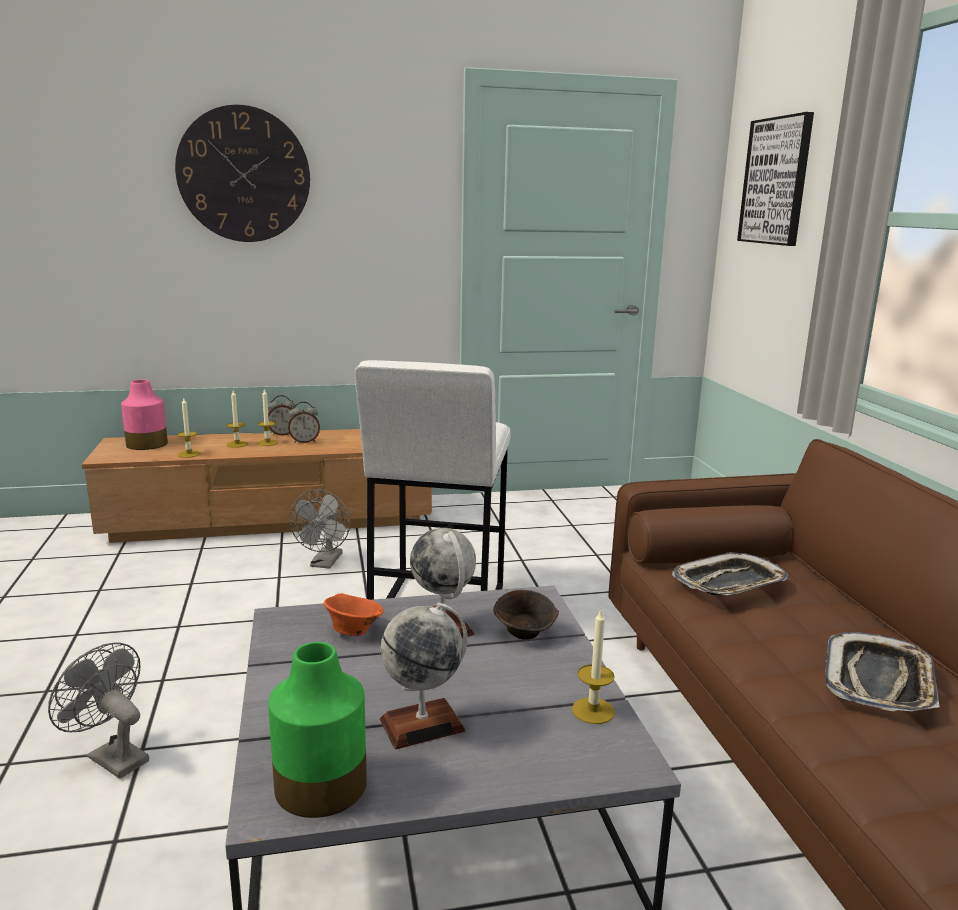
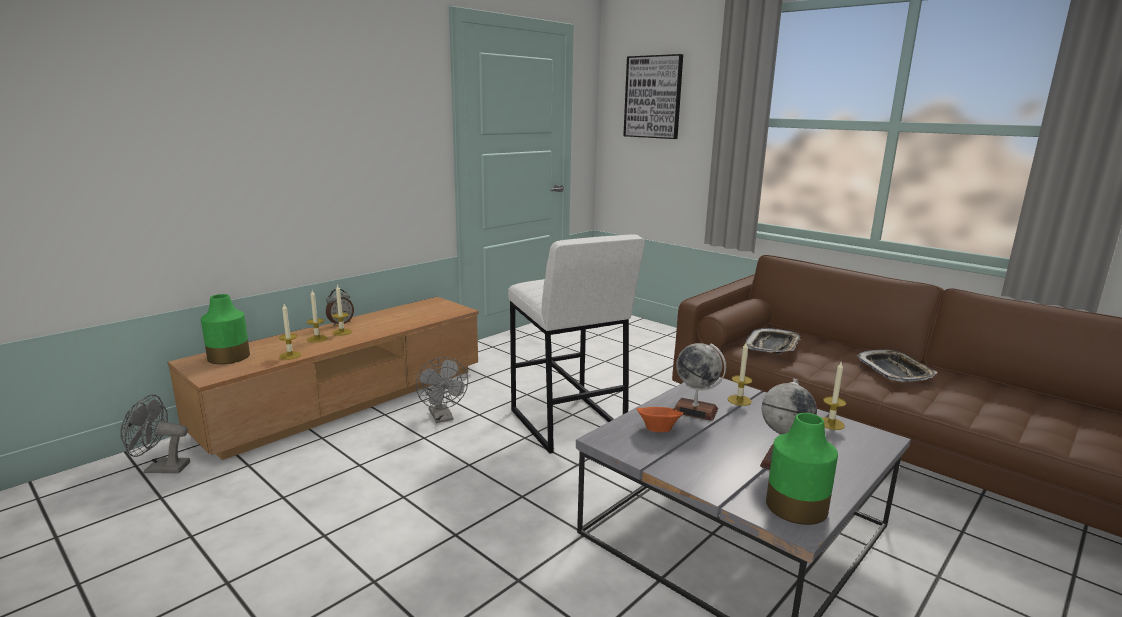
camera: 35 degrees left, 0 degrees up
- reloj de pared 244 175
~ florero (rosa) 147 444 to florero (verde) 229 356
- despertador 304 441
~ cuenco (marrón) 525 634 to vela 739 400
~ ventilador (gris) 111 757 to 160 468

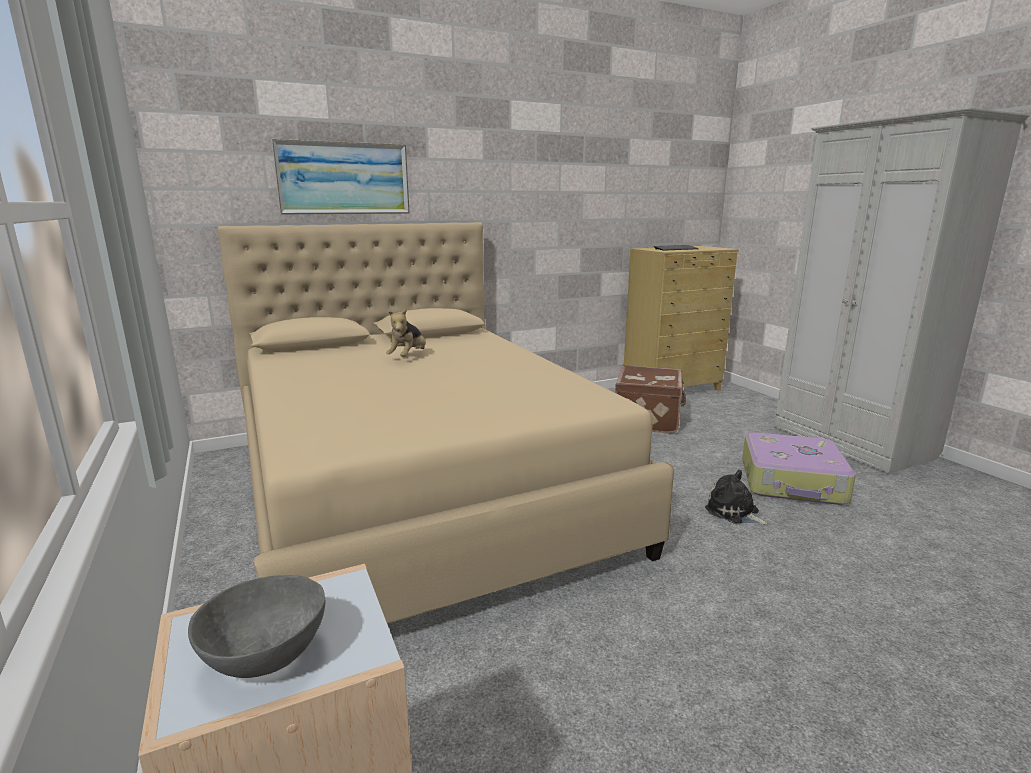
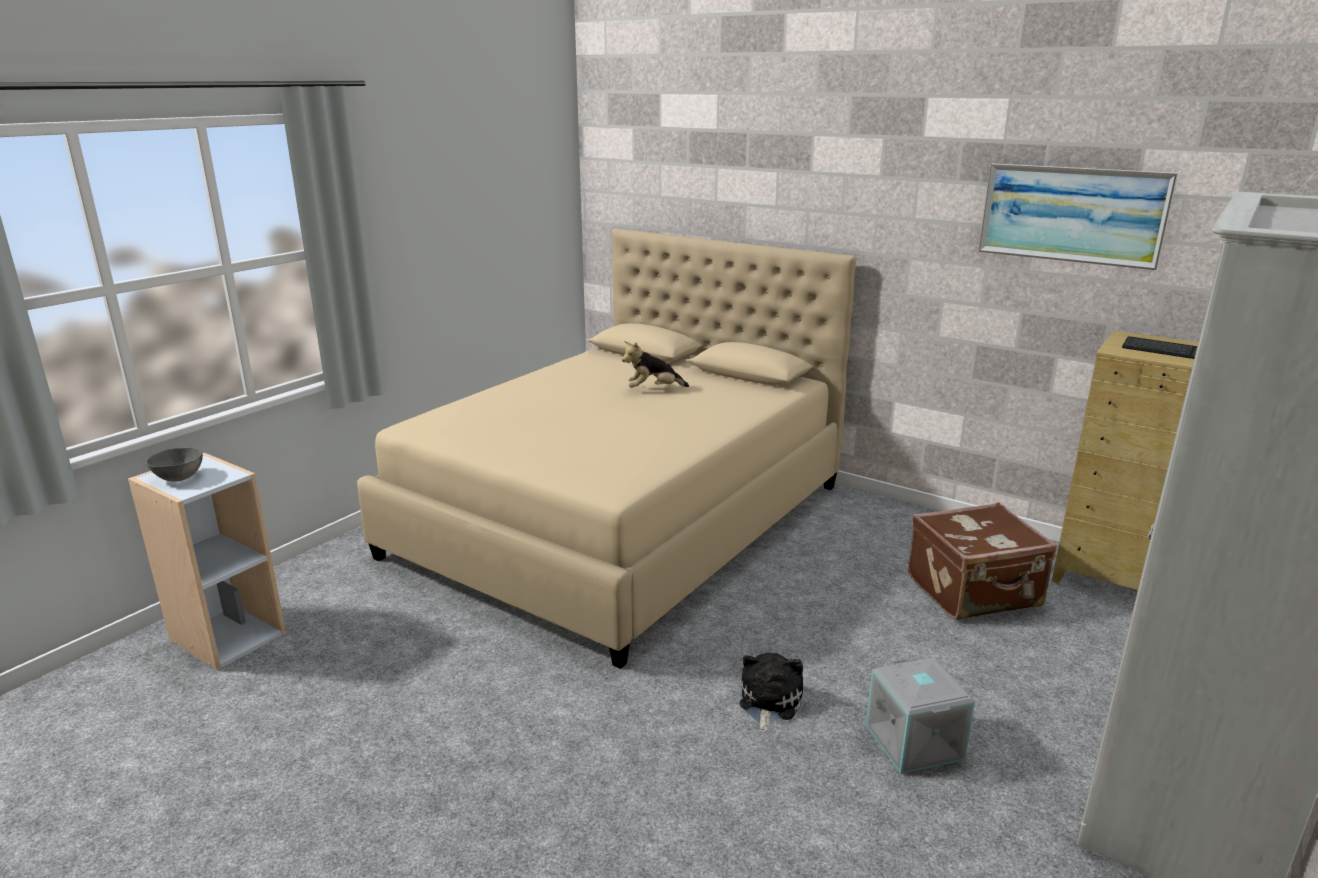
camera: 60 degrees right, 5 degrees up
~ cuadro 344 178 to 1072 214
~ maleta 792 482 to caja de almacenaje (gris) 916 742

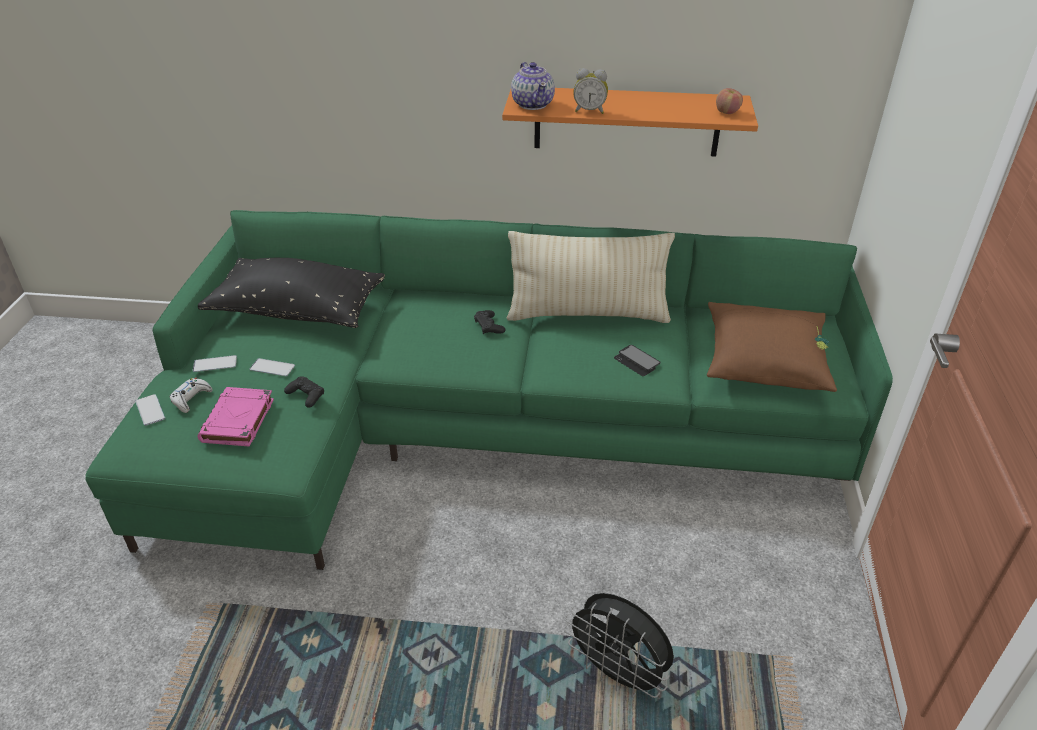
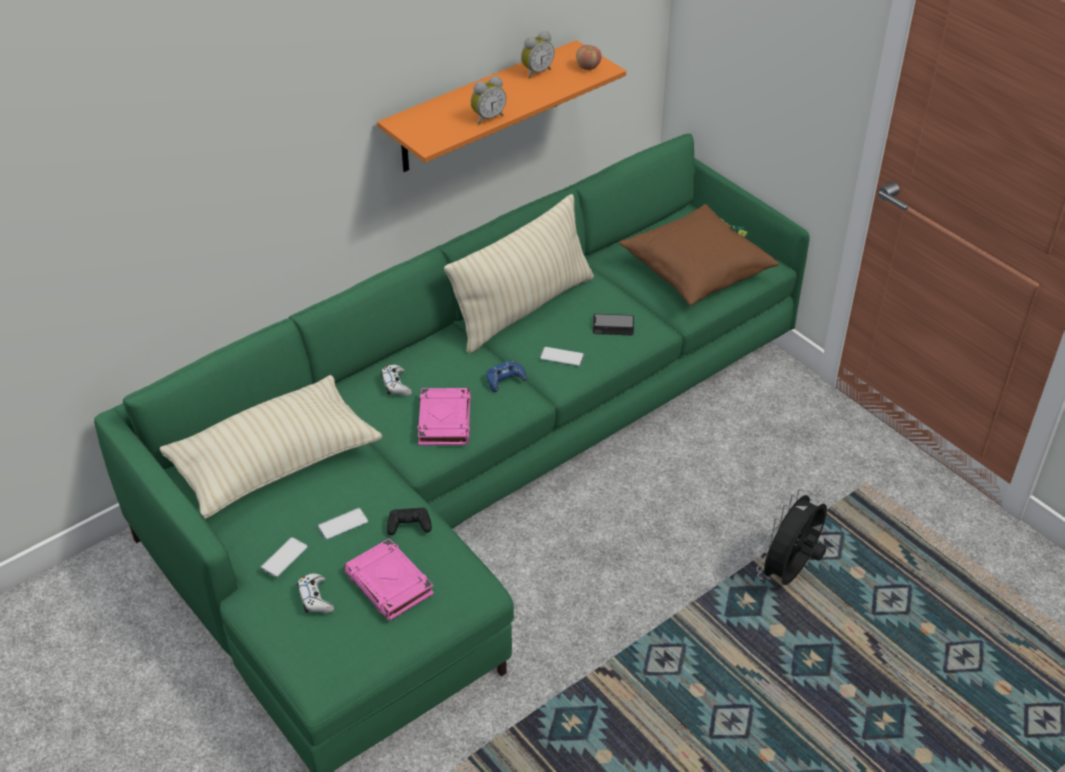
camera: 45 degrees left, 5 degrees up
- tetera 533 104
~ cojín (negro) 298 311 to cojín (beis) 275 463
- mando de consola (negro) 489 326
~ móvil 150 410 to 562 357
~ ventilador (negro) 618 674 = 789 573 135 degrees clockwise
+ despertador 536 72
+ mando de consola (azul) 505 379
+ mando de consola (blanco) 396 385
+ libro (rosa) 444 420

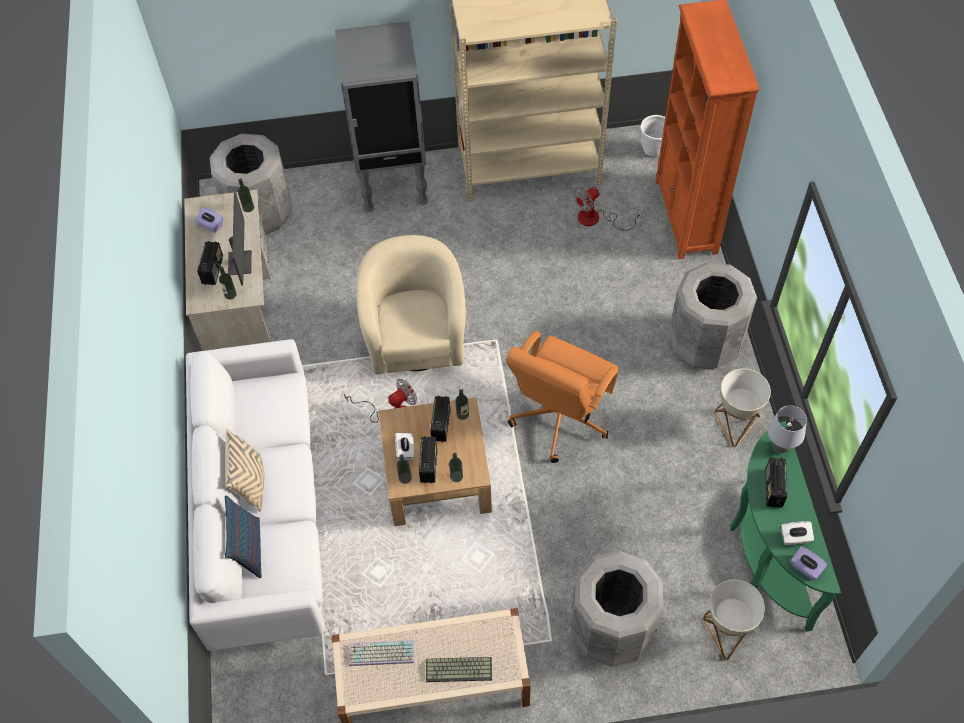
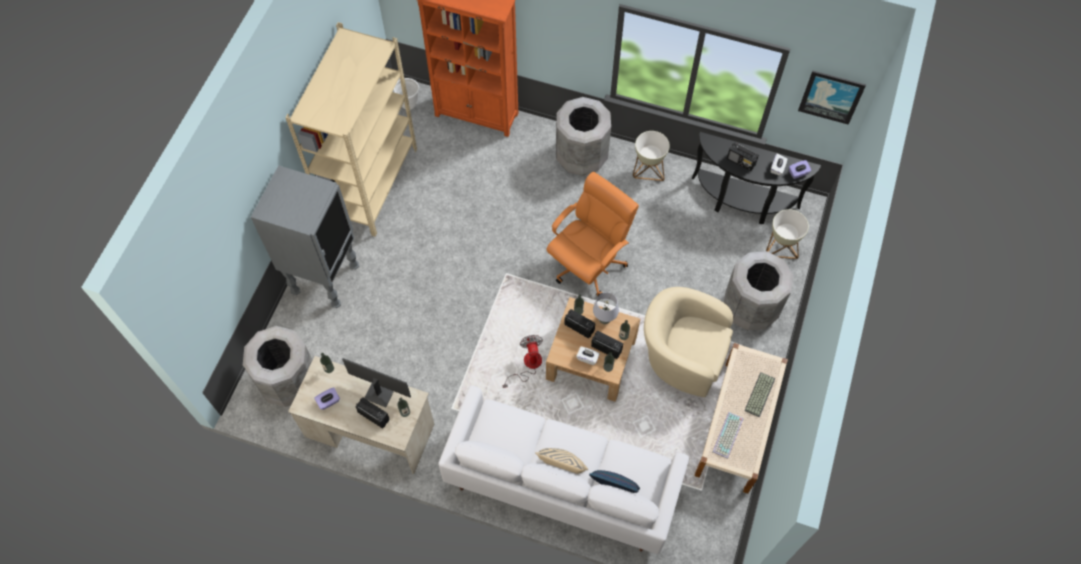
camera: 65 degrees left, 5 degrees up
- ventilador 596 219
~ sillón (beis) 416 337 to 681 357
~ silla de oficina (naranja) 560 417 = 588 264 105 degrees counterclockwise
~ lámpara de mesa (gris) 779 447 to 604 320
~ mesa consola (verde) 765 554 to mesa consola (negro) 742 203
+ cuadro 831 96

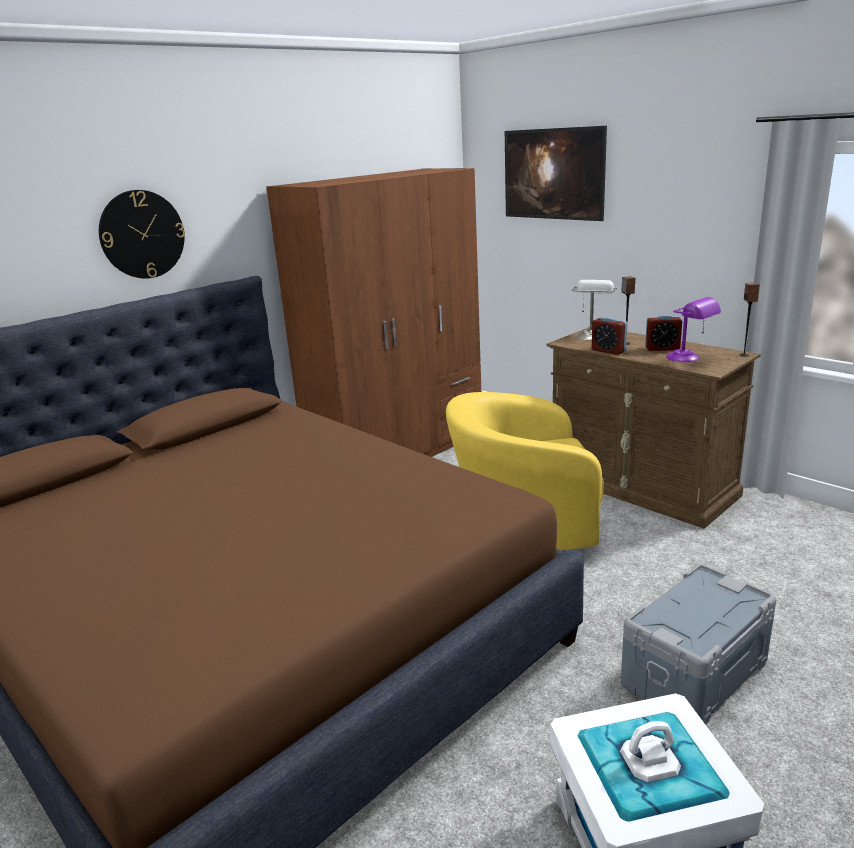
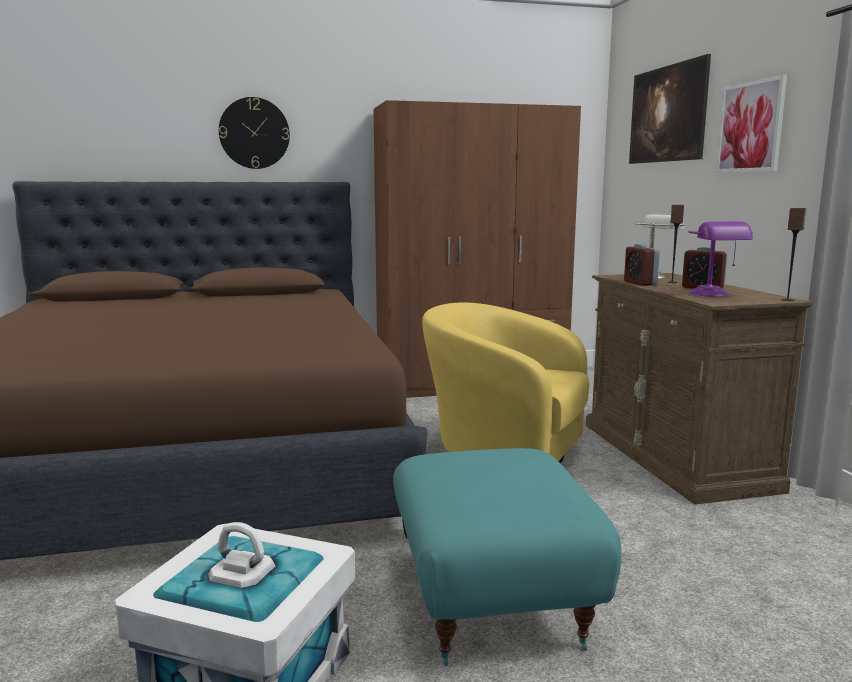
camera: 30 degrees right, 10 degrees down
~ caja de almacenaje (gris) 695 674 to puf (turquesa) 495 600
+ cuadro 750 127

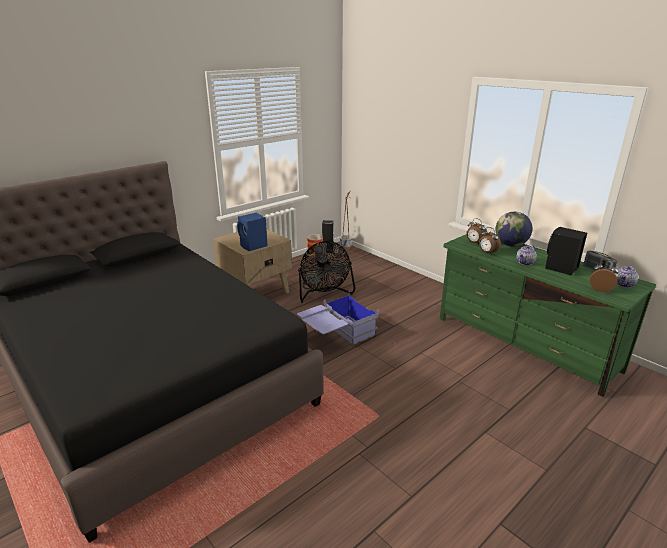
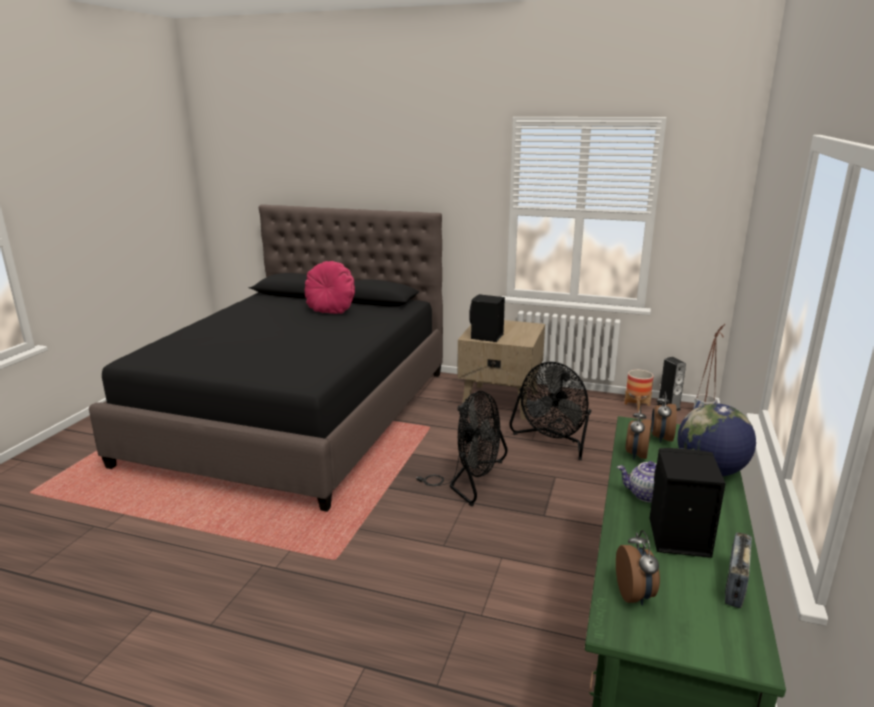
camera: 60 degrees right, 5 degrees down
~ altavoz (azul) 254 246 to altavoz (negro) 486 337
- tetera 624 284
~ caja de almacenaje (azul) 337 336 to ventilador (negro) 469 480
+ cojín (rosa) 331 311

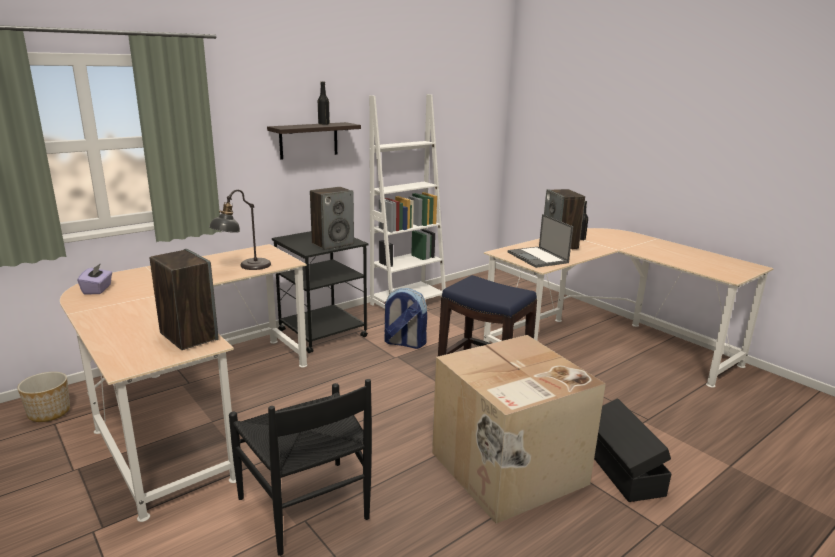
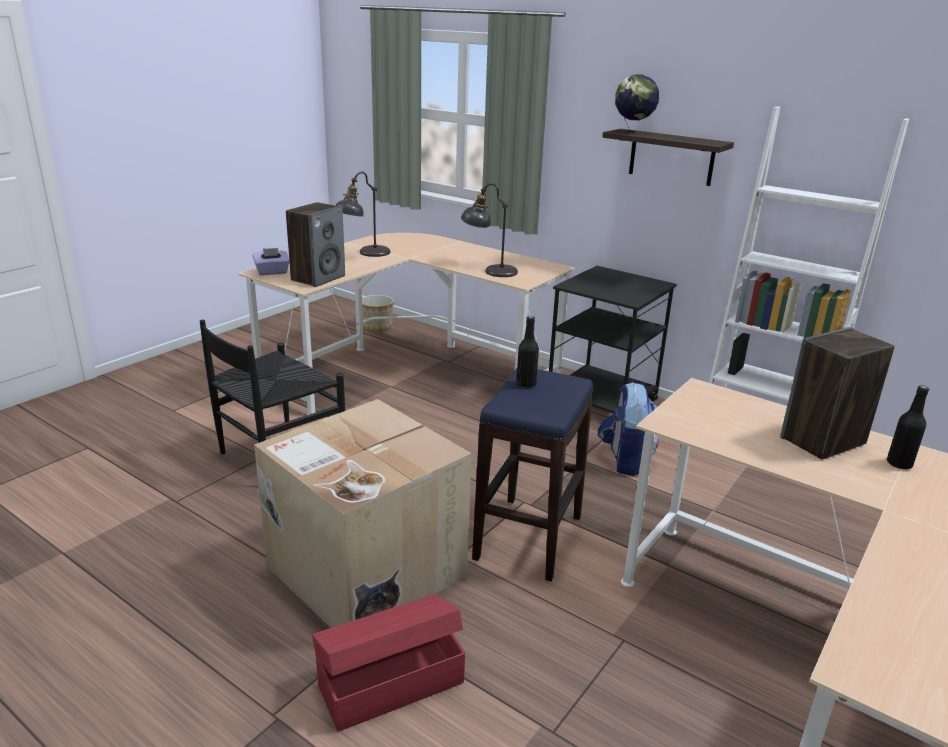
camera: 75 degrees right, 5 degrees up
~ botella (negro) 324 124 to 526 384
- altavoz 333 244
- portátil 538 258
~ caja de pañuelos (morado) 98 289 to 272 272
~ caja de almacenaje (negro) 622 470 to caja de almacenaje (rojo) 389 683
+ globo terráqueo 633 132
+ lámpara de mesa (gris) 364 254

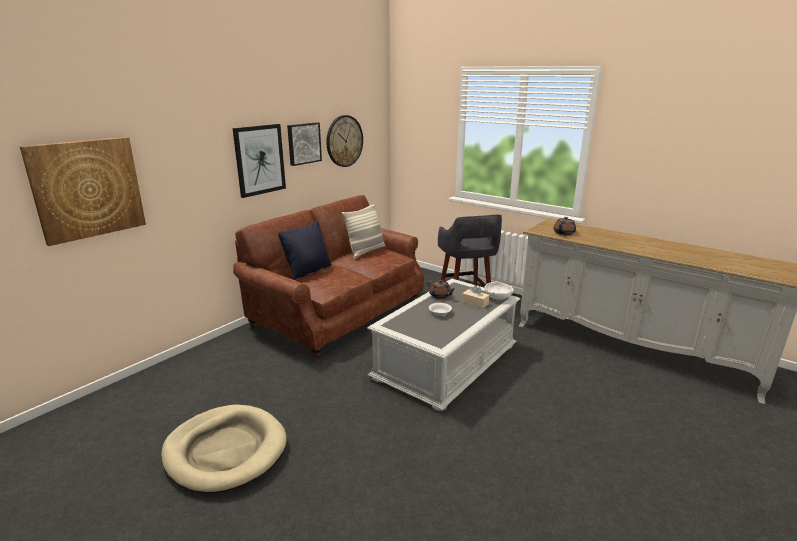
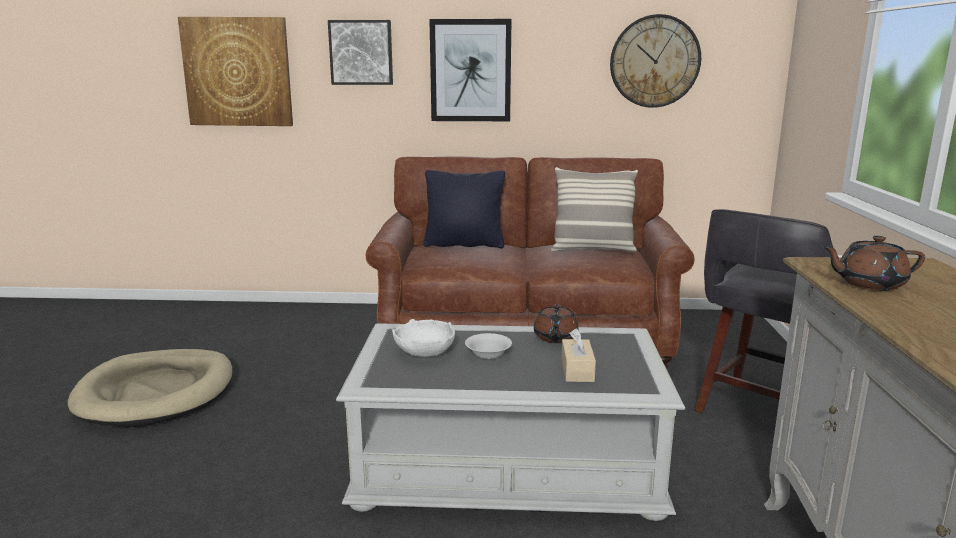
camera: 55 degrees right, 5 degrees down
~ cuadro 303 143 to 361 52
~ cuenco (blanco) 498 297 to 425 352

